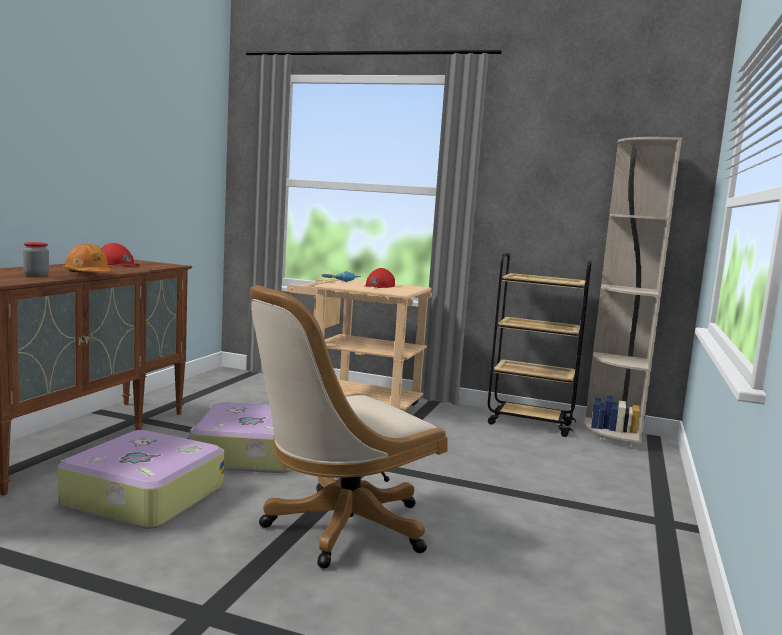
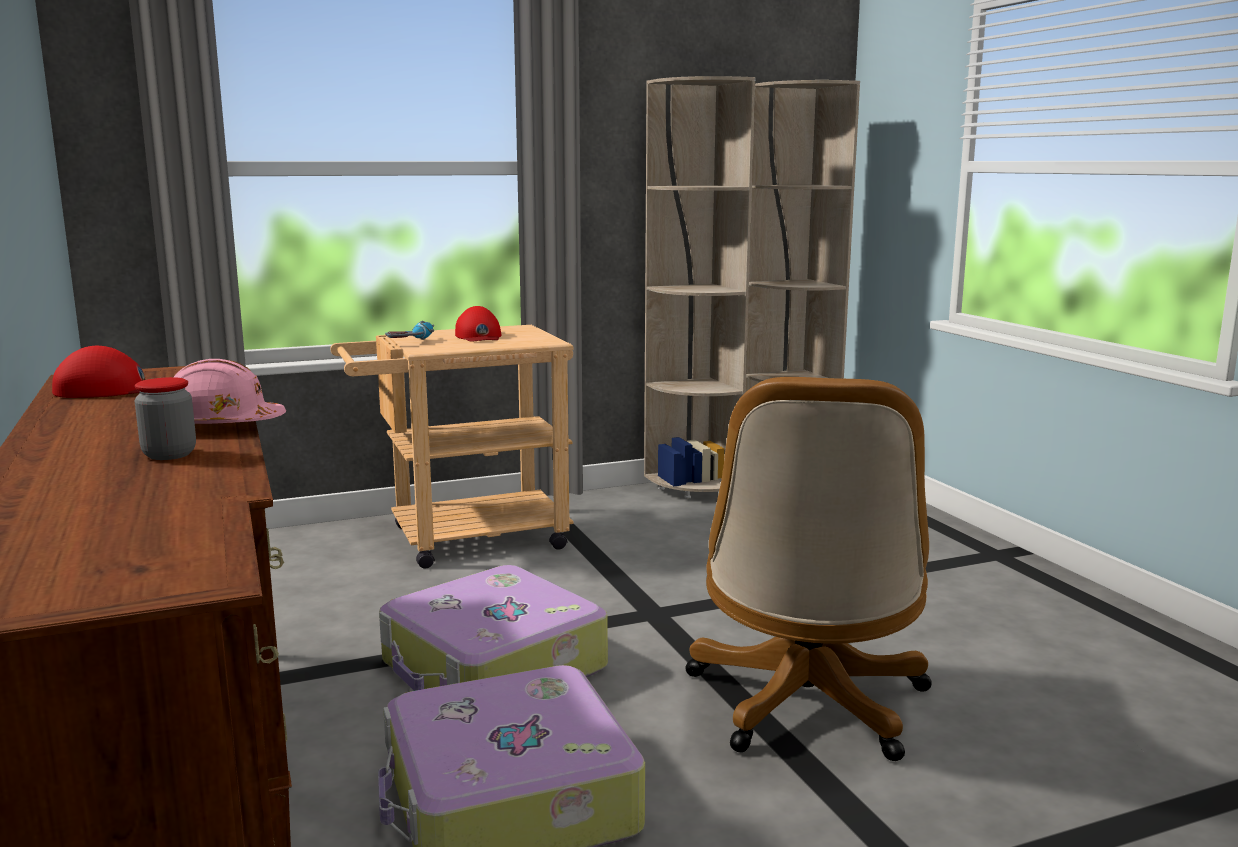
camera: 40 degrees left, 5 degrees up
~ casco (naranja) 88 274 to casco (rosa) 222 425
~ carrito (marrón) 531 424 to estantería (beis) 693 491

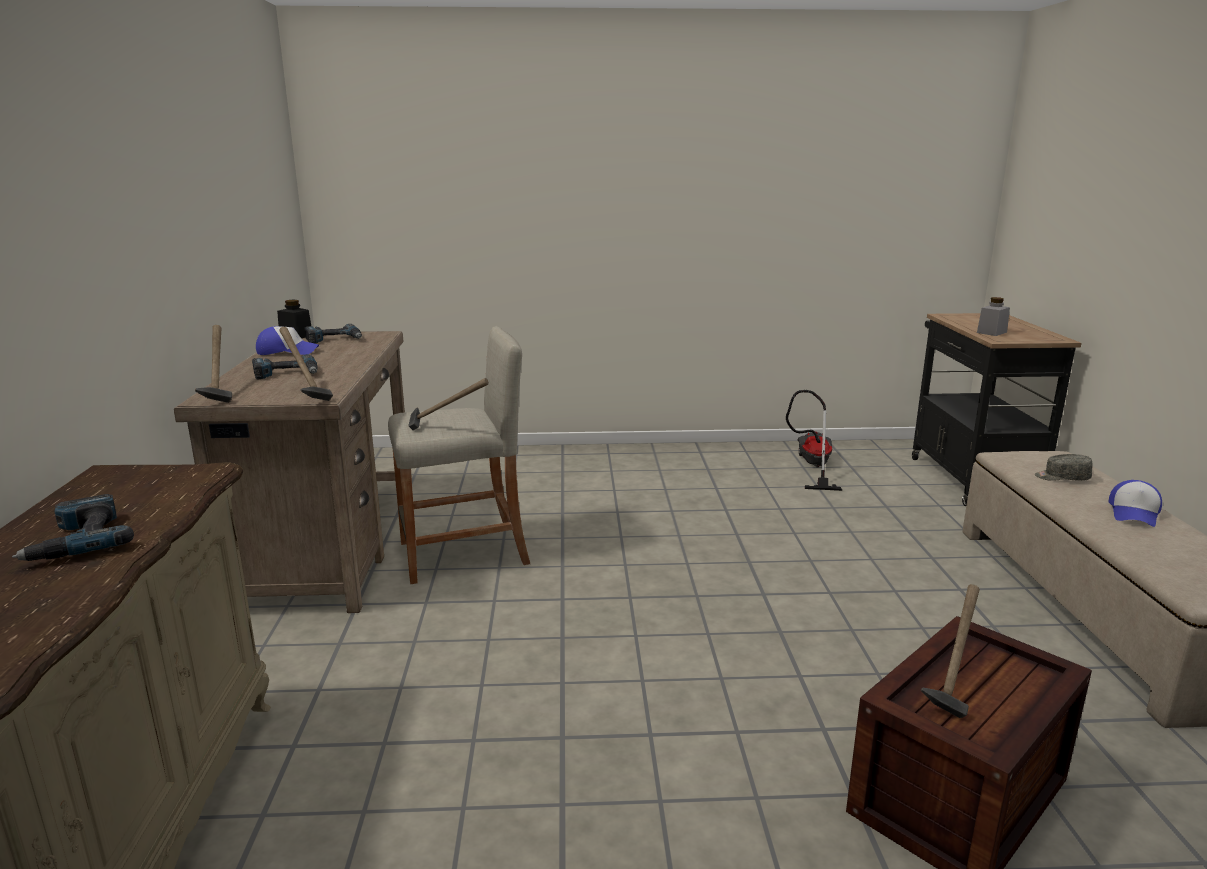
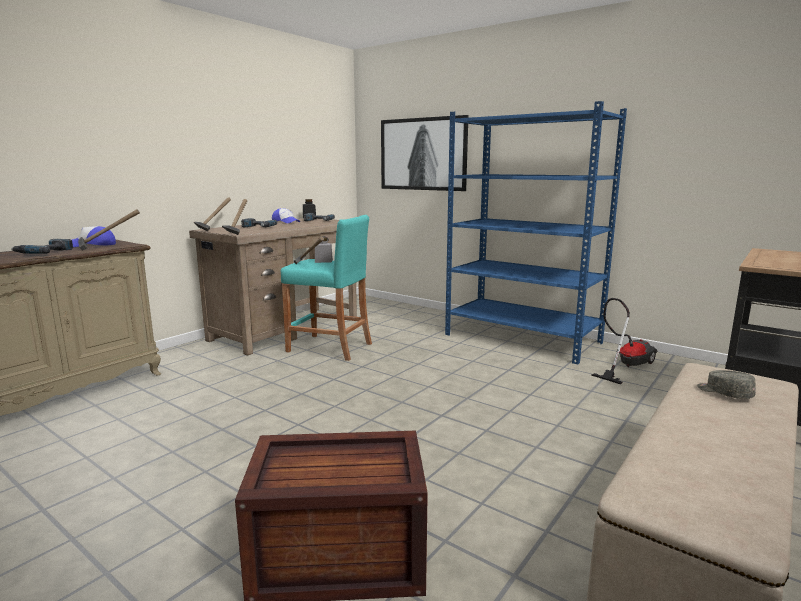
camera: 40 degrees right, 5 degrees down
~ tarro (gris) 991 332 to 323 261
~ taburete (beis) 464 554 to taburete (turquesa) 329 348
~ gorra 1134 513 to 92 245
~ martillo 950 686 to 108 248
+ estantería (azul) 522 338
+ cuadro 423 154

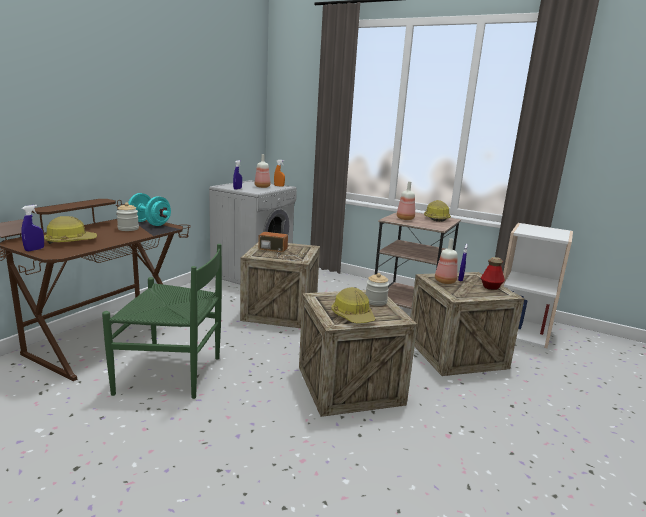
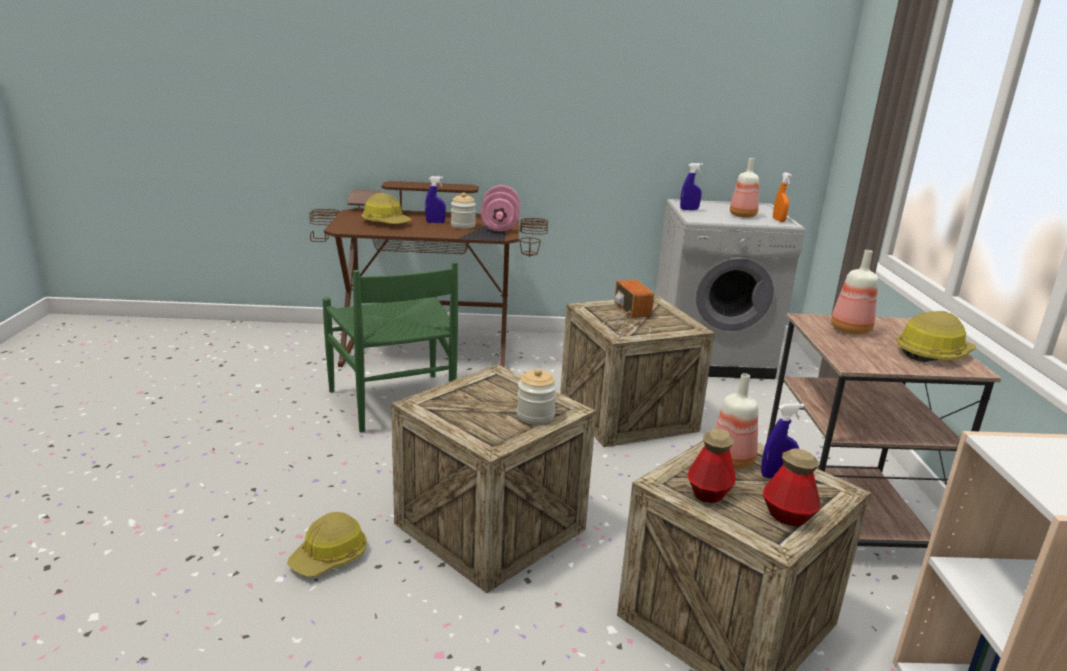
camera: 60 degrees right, 5 degrees up
~ mancuerna (turquesa) 150 223 to mancuerna (rosa) 500 226
~ pulverizador (azul) 34 249 to 435 222
~ casco 353 316 to 330 556
+ botella 708 493

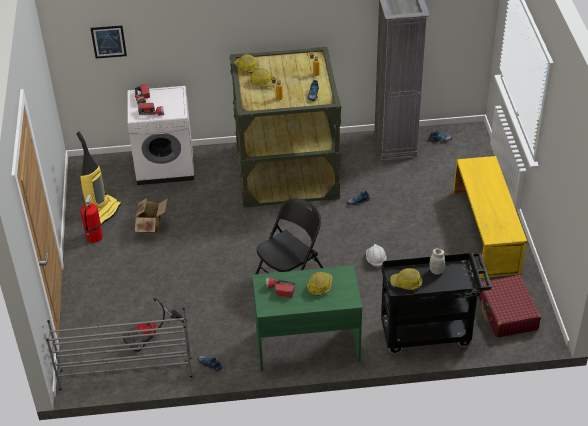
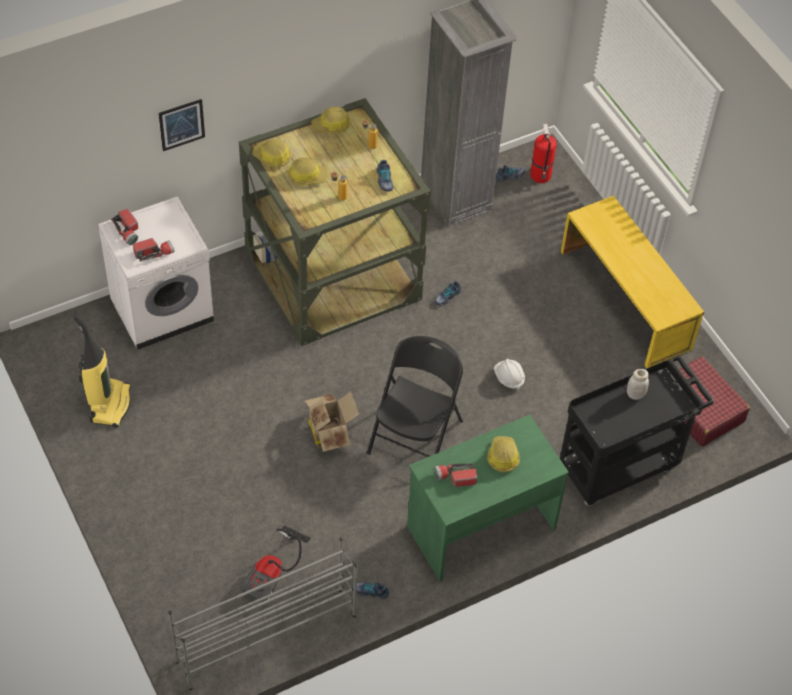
camera: 25 degrees left, 10 degrees up
~ cuadro 108 41 to 181 124
~ extintor 94 237 to 541 176
~ caja de cartón 152 226 to 330 432
~ casco 406 283 to 331 126

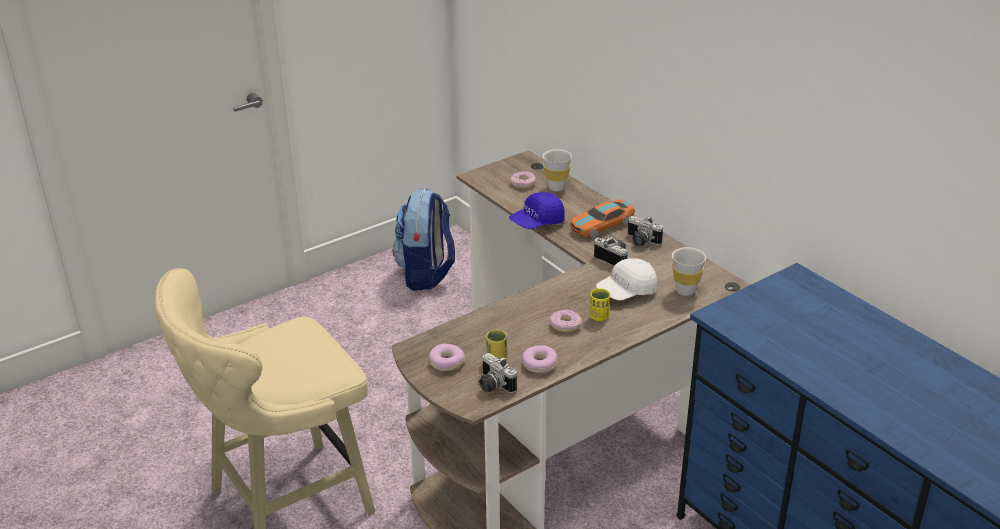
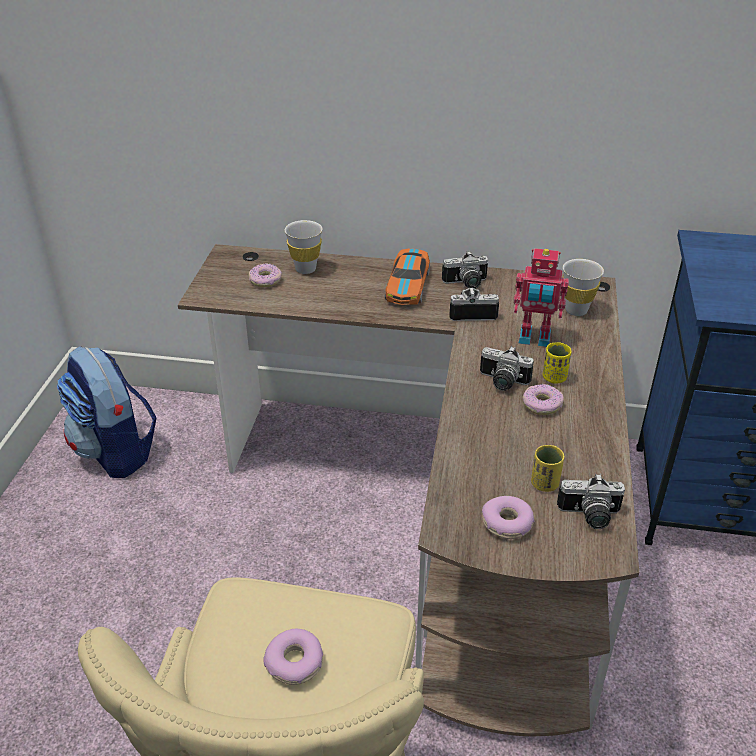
camera: 45 degrees left, 5 degrees up
- gorra (azul) 537 222
~ gorra (blanco) 626 292 to robot de juguete 534 339
~ rosquilla 539 364 to 295 663
+ cámara 502 382

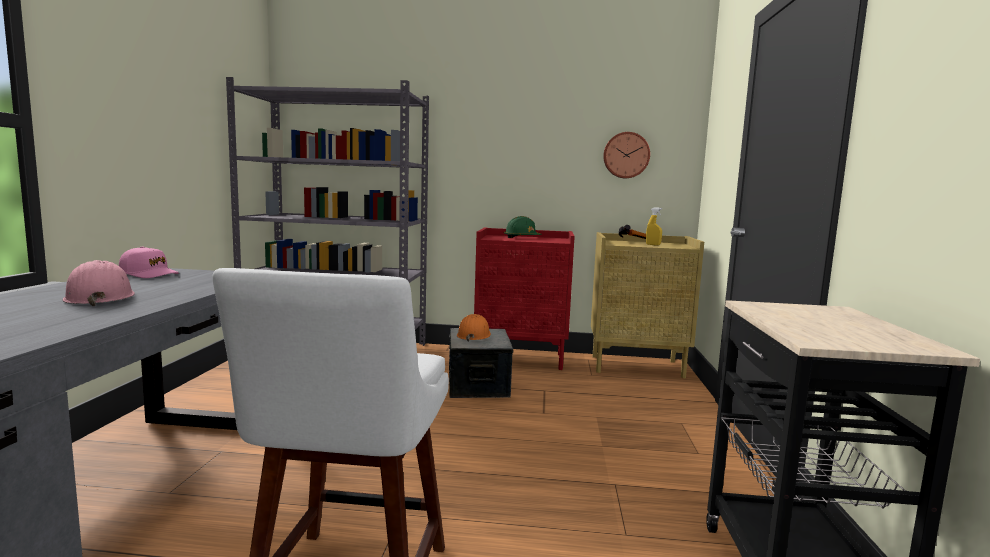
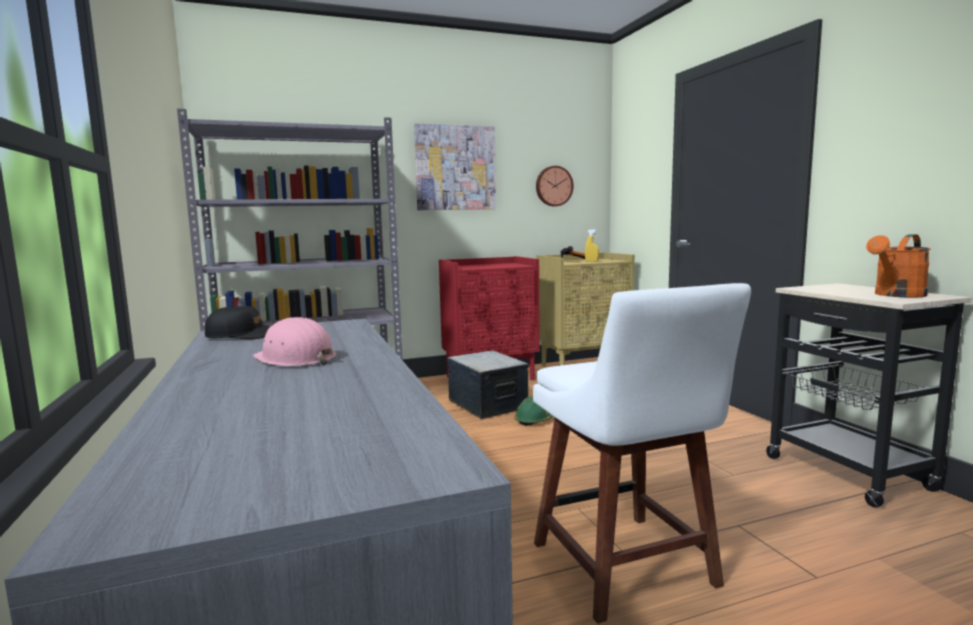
camera: 25 degrees left, 0 degrees up
~ casco (verde) 521 238 to 534 420
~ gorra (rosa) 149 274 to gorra (negro) 243 335
- casco (naranja) 473 335
+ cuadro 455 168
+ regadera (naranja) 896 295

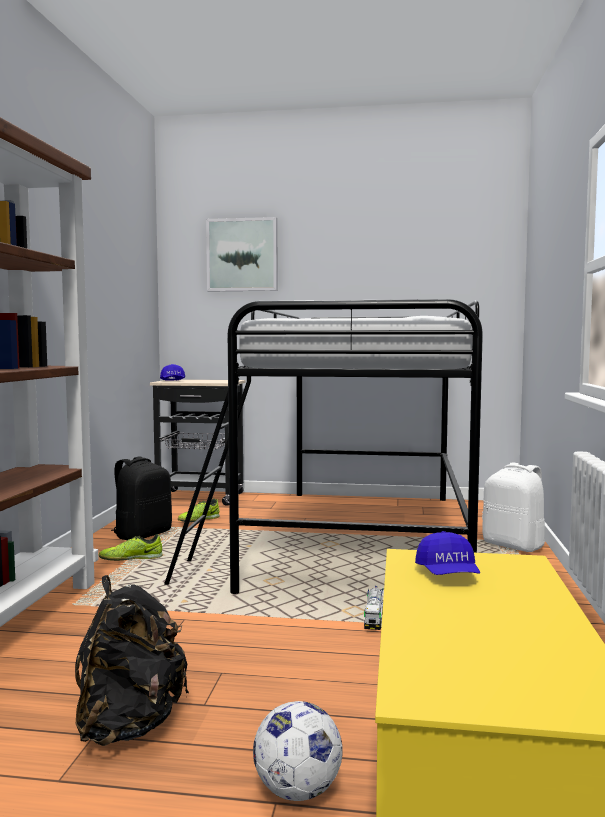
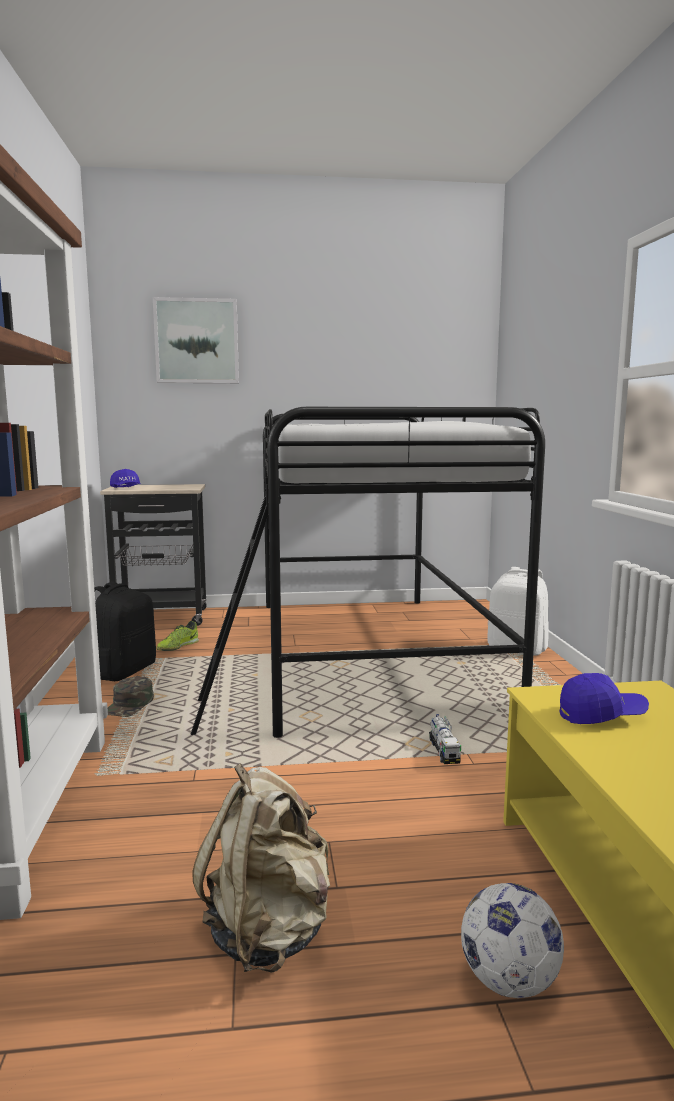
camera: 15 degrees left, 5 degrees up
~ gorra (azul) 448 574 = 601 715 75 degrees counterclockwise
~ zapato 131 559 to gorra (verde) 129 705
~ mochila (negro) 129 725 to mochila (beis) 269 931

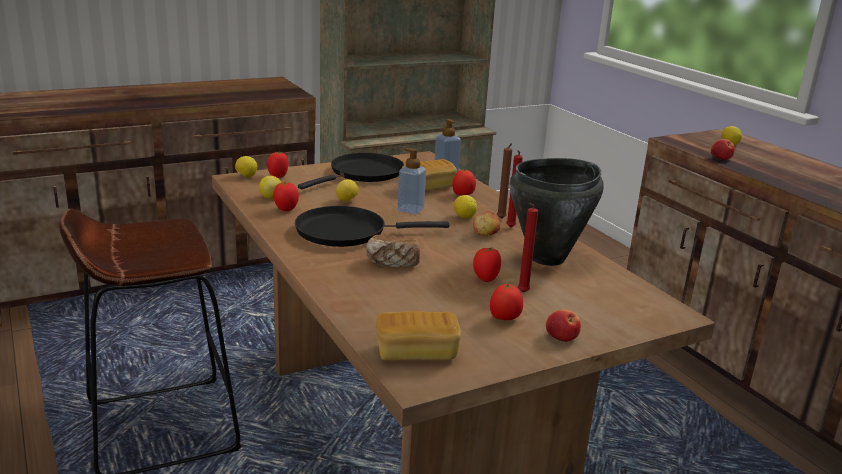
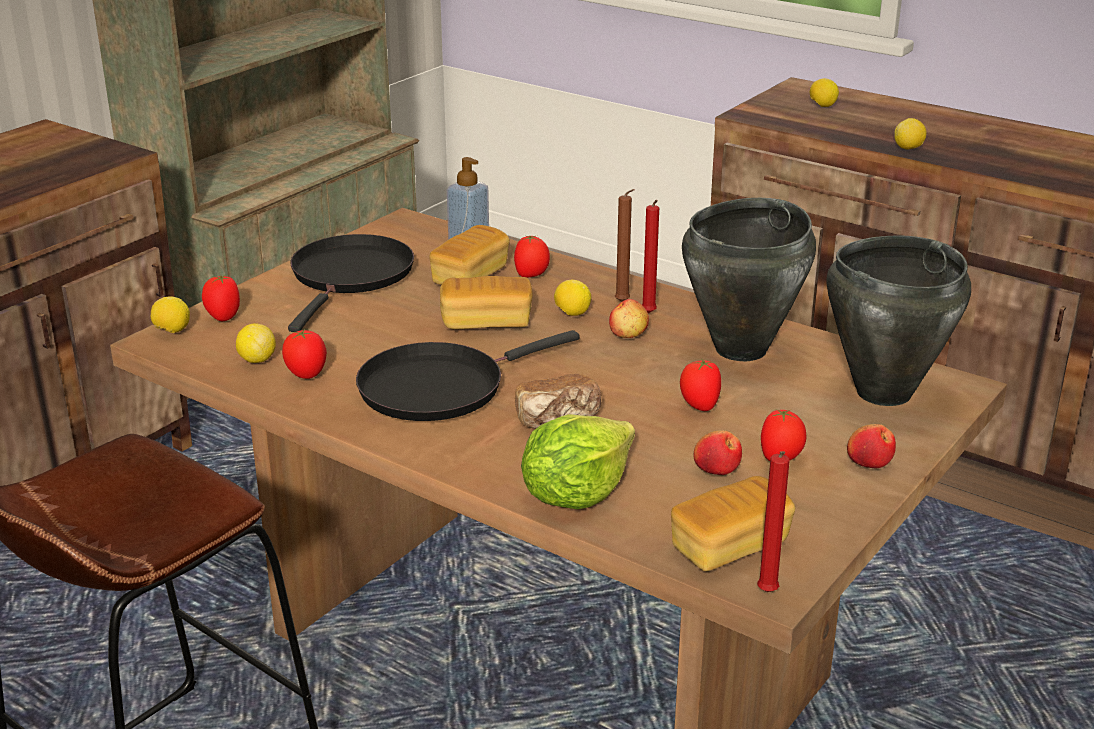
camera: 25 degrees left, 5 degrees up
~ manzana 720 158 to 716 469
~ dispensador de jabón 410 209 to pan 486 322
~ limón 347 201 to 908 148
~ vela (rojo) 522 293 to 767 594
+ olla (negro) 882 392
+ lechuga 575 494

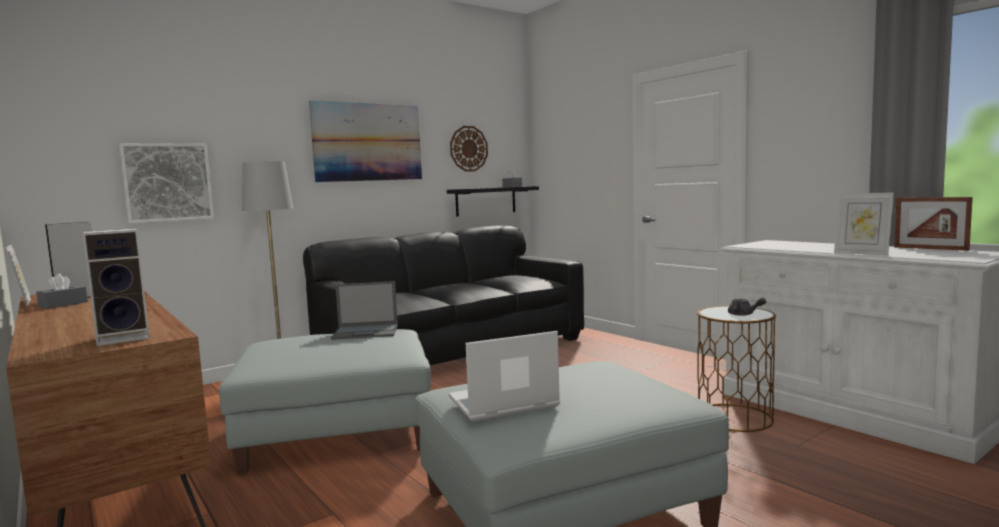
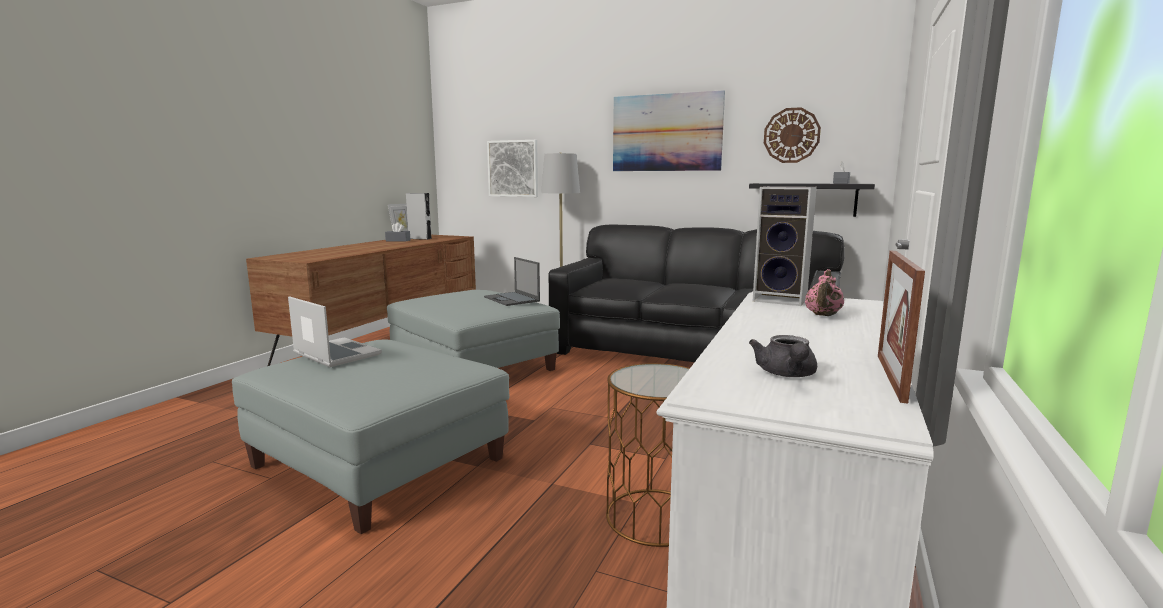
camera: 60 degrees right, 5 degrees up
- portarretratos 861 253
~ altavoz 126 337 to 782 299
~ tetera (gris) 744 314 to 786 374
+ tetera (rosa) 822 315

